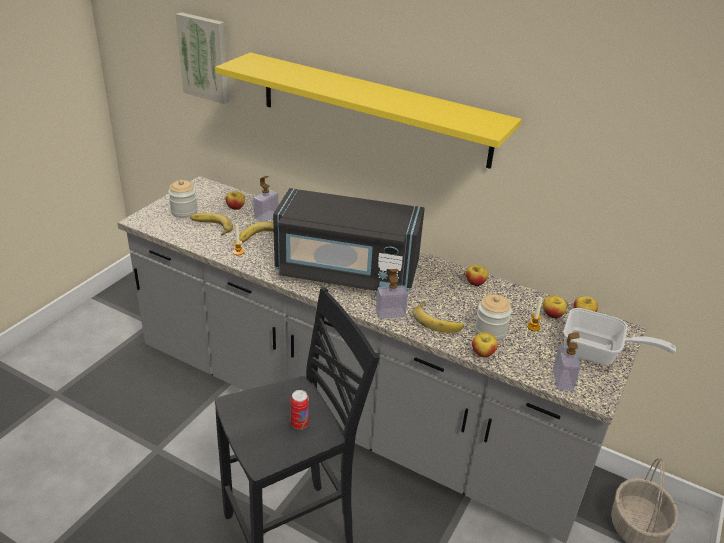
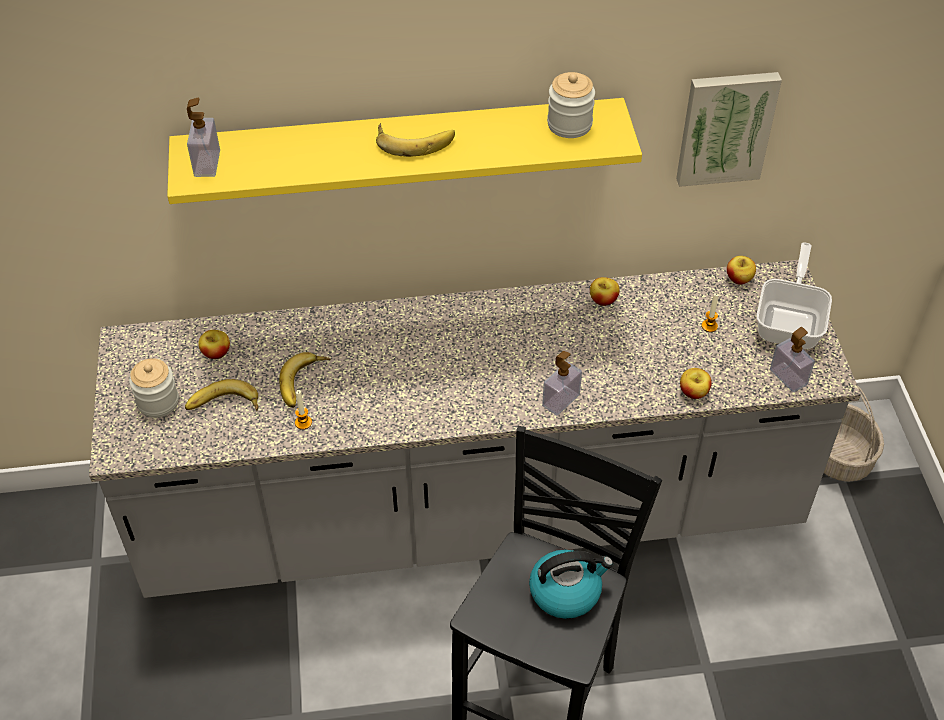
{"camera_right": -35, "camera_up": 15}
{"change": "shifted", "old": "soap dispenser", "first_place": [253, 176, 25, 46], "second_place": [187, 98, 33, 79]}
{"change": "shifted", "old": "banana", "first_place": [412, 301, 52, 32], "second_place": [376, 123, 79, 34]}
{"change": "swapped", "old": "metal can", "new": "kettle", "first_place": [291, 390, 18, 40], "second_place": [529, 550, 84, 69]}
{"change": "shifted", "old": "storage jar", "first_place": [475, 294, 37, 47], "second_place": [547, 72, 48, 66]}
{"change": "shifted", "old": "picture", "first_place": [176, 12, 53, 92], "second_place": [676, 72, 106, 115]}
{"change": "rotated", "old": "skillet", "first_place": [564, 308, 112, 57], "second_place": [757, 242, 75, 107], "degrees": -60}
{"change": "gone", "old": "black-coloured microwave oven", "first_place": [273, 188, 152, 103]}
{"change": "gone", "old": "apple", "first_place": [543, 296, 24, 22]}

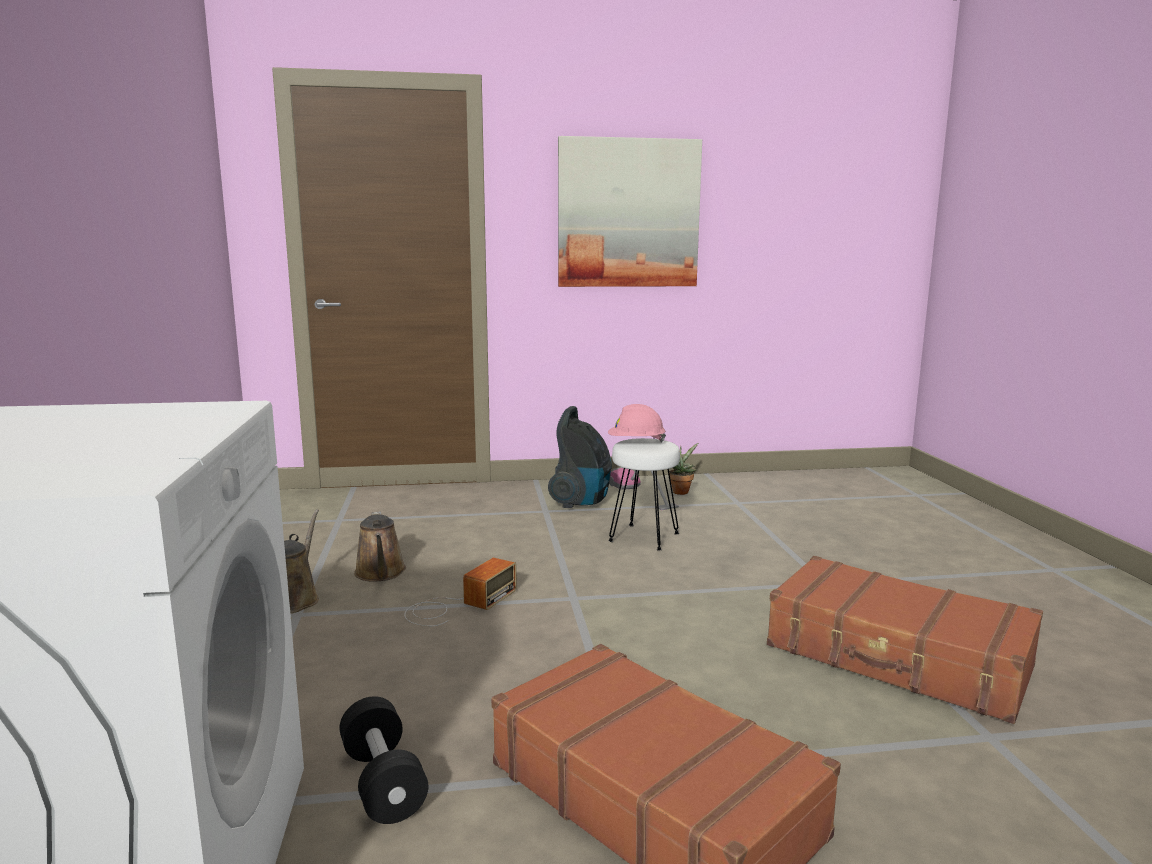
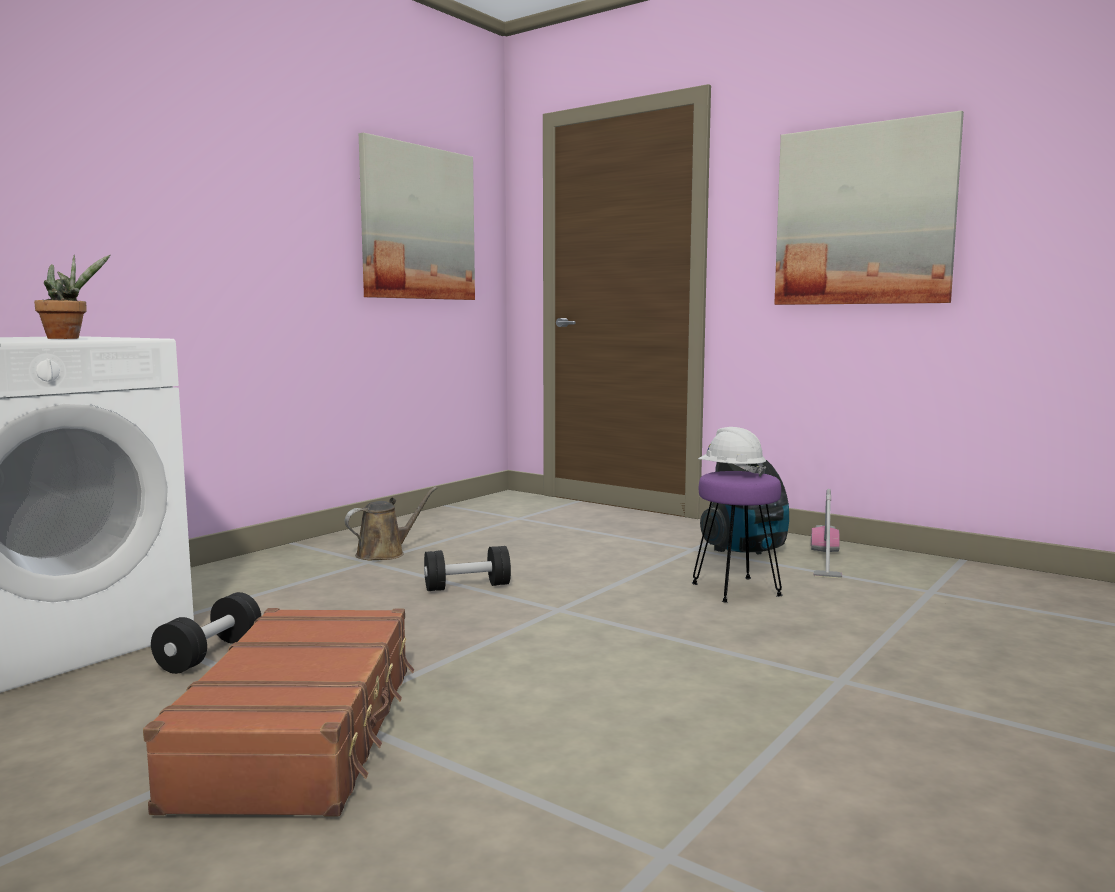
{"camera_right": 45, "camera_up": -5}
{"change": "shifted", "old": "potted plant", "first_place": [669, 443, 29, 52], "second_place": [34, 255, 76, 84]}
{"change": "new", "new": "picture", "second_place": [358, 133, 117, 167]}
{"change": "swapped", "old": "radio", "new": "black-coloured free weight", "first_place": [404, 558, 113, 68], "second_place": [424, 546, 87, 45]}
{"change": "repainted", "old": "white sitting stool", "new": "purple sitting stool", "first_place": [608, 438, 72, 113], "second_place": [692, 471, 91, 132]}
{"change": "repainted", "old": "pink work helmet", "new": "white work helmet", "first_place": [608, 404, 58, 38], "second_place": [698, 427, 69, 50]}
{"change": "gone", "old": "brown-coloured sprinkling can", "first_place": [354, 511, 52, 71]}
{"change": "gone", "old": "brown-coloured travel case", "first_place": [767, 556, 276, 168]}

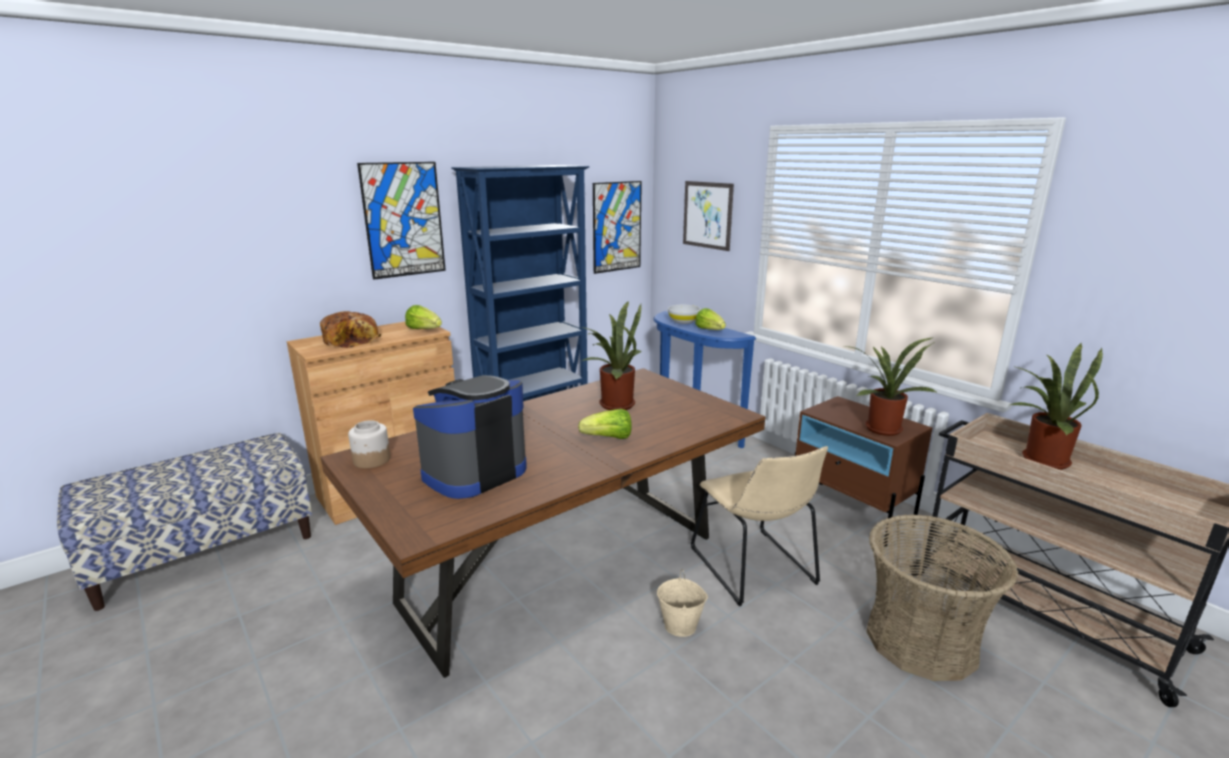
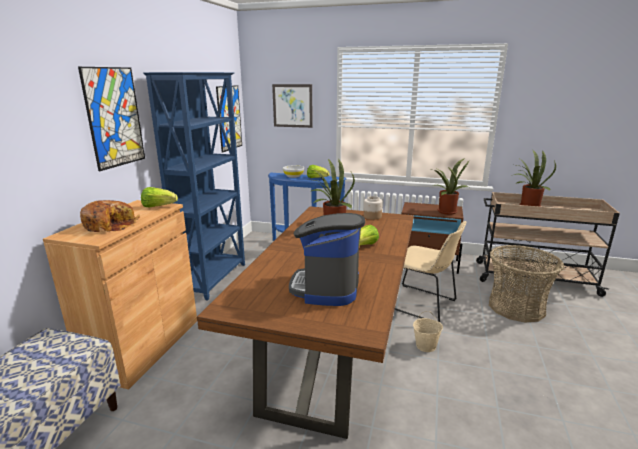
{"camera_right": -35, "camera_up": 0}
{"change": "shifted", "old": "storage jar", "first_place": [348, 420, 42, 48], "second_place": [364, 196, 19, 24]}

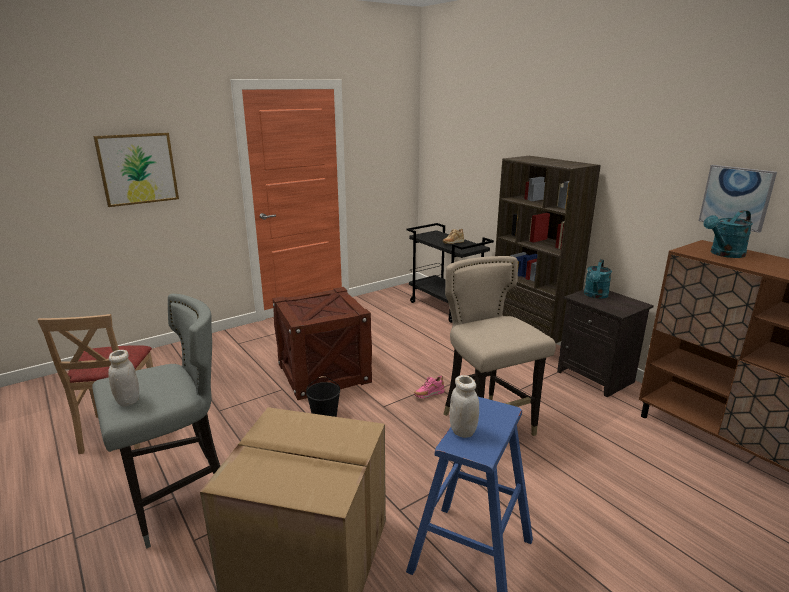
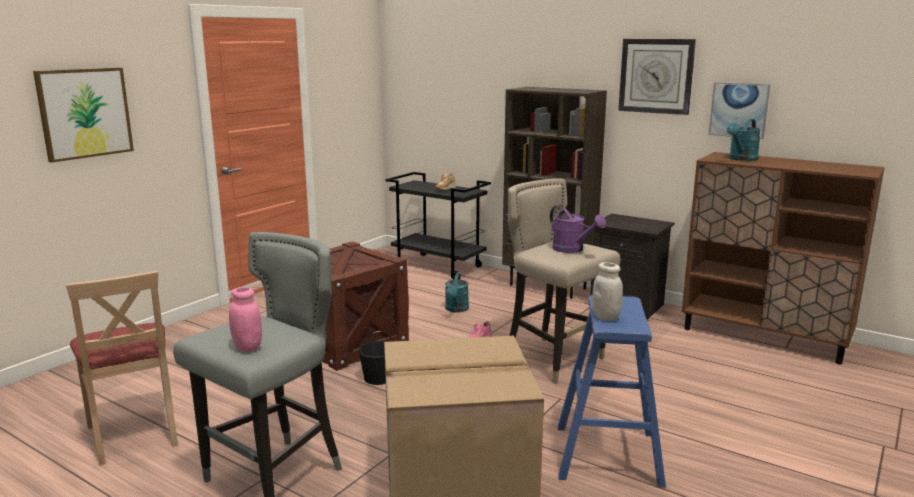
{"camera_right": -20, "camera_up": -5}
{"change": "repainted", "old": "white storage jar", "new": "pink storage jar", "first_place": [108, 350, 31, 56], "second_place": [229, 287, 33, 65]}
{"change": "shifted", "old": "turquoise-coloured sprinkling can", "first_place": [584, 259, 28, 40], "second_place": [445, 273, 24, 40]}
{"change": "new", "new": "purple sprinkling can", "second_place": [550, 205, 56, 48]}
{"change": "new", "new": "wall clock", "second_place": [618, 39, 78, 76]}

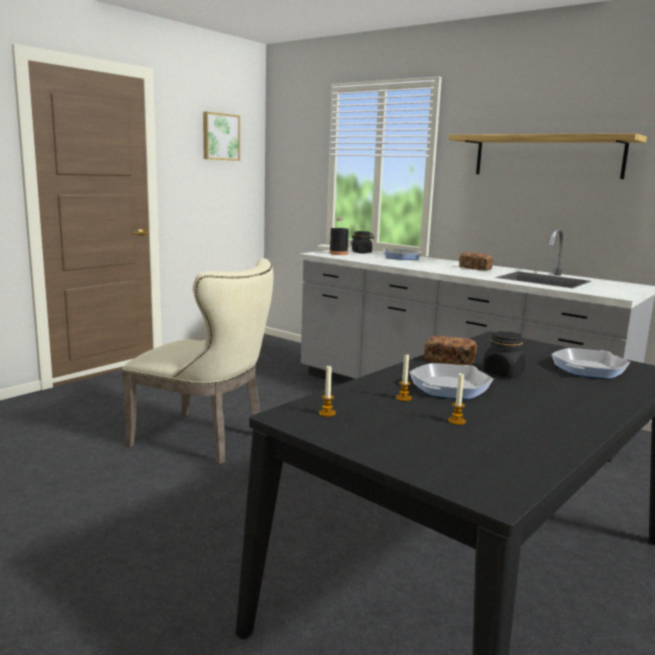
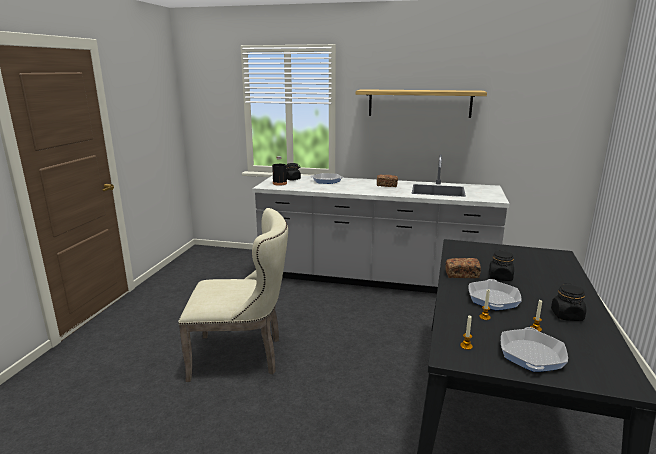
{"camera_right": -25, "camera_up": 5}
{"change": "shifted", "old": "skillet", "first_place": [551, 348, 79, 31], "second_place": [501, 327, 67, 45]}
{"change": "new", "new": "black-coloured storage jar", "second_place": [551, 283, 35, 38]}
{"change": "gone", "old": "picture", "first_place": [203, 112, 37, 49]}

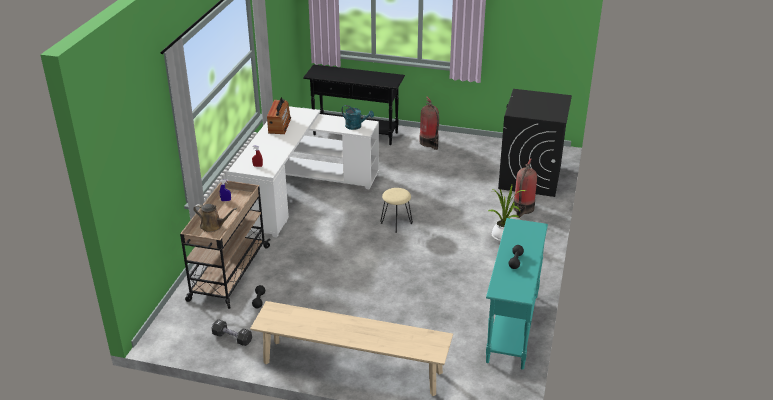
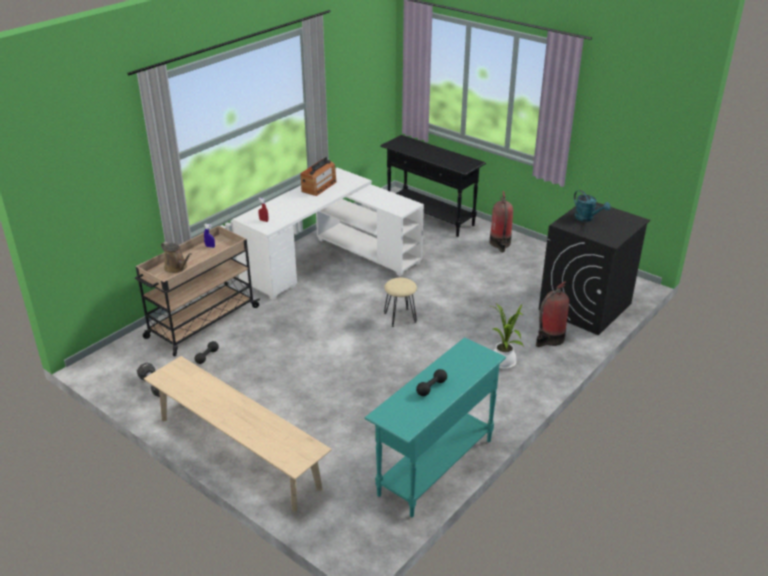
{"camera_right": 25, "camera_up": 0}
{"change": "shifted", "old": "turquoise-coloured sprinkling can", "first_place": [342, 105, 32, 25], "second_place": [574, 190, 37, 32]}

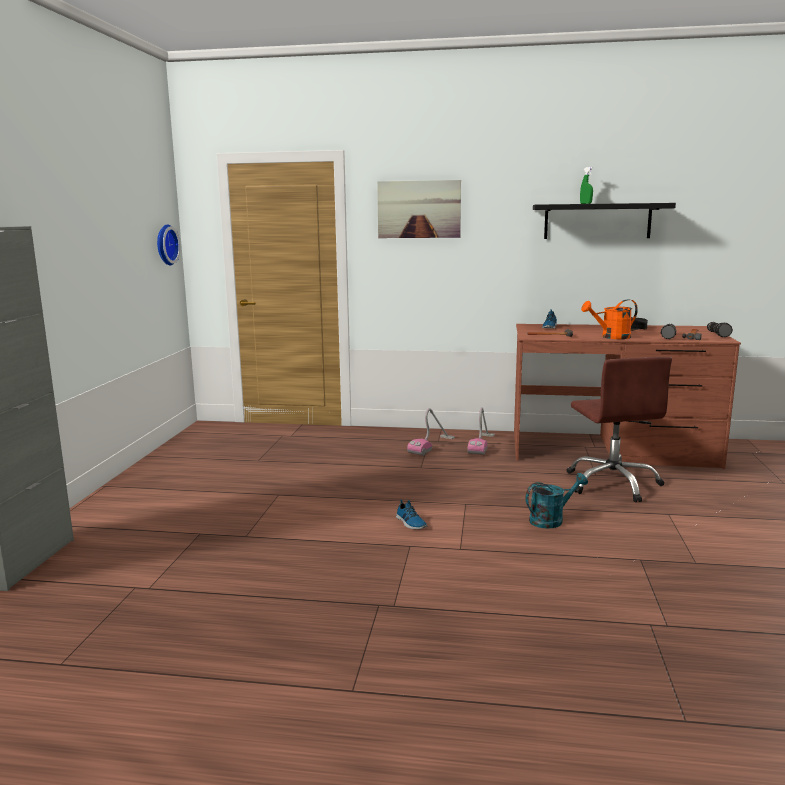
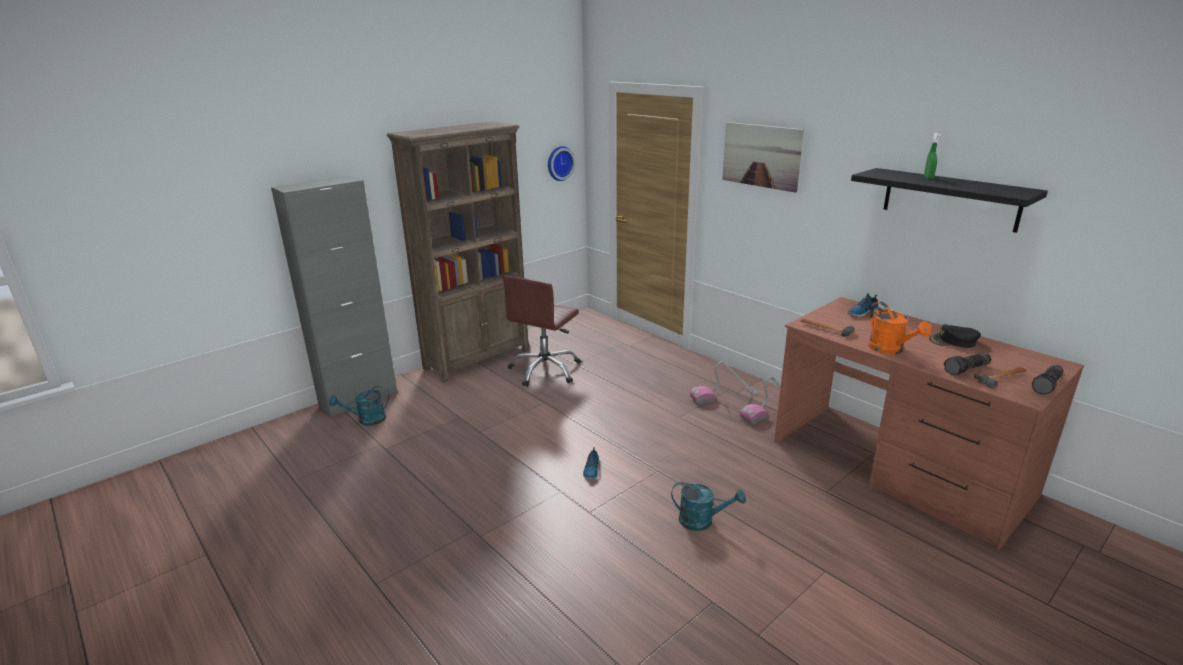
{"camera_right": 40, "camera_up": 10}
{"change": "new", "new": "turquoise-coloured sprinkling can", "second_place": [329, 385, 60, 41]}
{"change": "new", "new": "brown-coloured bookshelf", "second_place": [387, 121, 142, 262]}
{"change": "shifted", "old": "brown-coloured computer chair", "first_place": [567, 356, 105, 146], "second_place": [503, 275, 78, 112]}
{"change": "rotated", "old": "orangey sprinkling can", "first_place": [581, 299, 57, 40], "second_place": [868, 302, 63, 53], "degrees": -135}

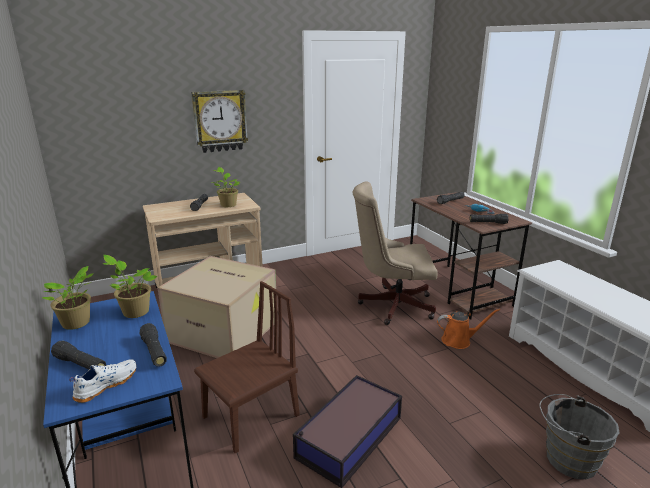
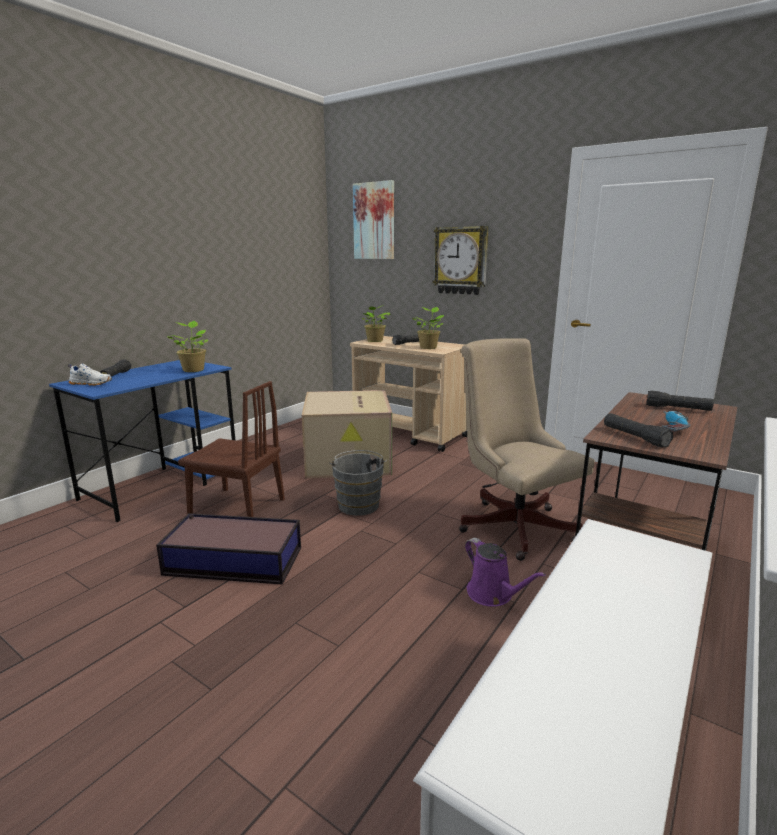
{"camera_right": 60, "camera_up": -5}
{"change": "shifted", "old": "gray water bucket", "first_place": [539, 394, 81, 85], "second_place": [330, 450, 57, 66]}
{"change": "new", "new": "picture", "second_place": [353, 180, 41, 79]}
{"change": "shifted", "old": "potted plant", "first_place": [42, 266, 52, 64], "second_place": [362, 305, 29, 37]}
{"change": "repainted", "old": "orangey sprinkling can", "new": "purple sprinkling can", "first_place": [437, 309, 63, 40], "second_place": [465, 538, 81, 69]}
{"change": "gone", "old": "black-coloured torch", "first_place": [139, 323, 28, 44]}

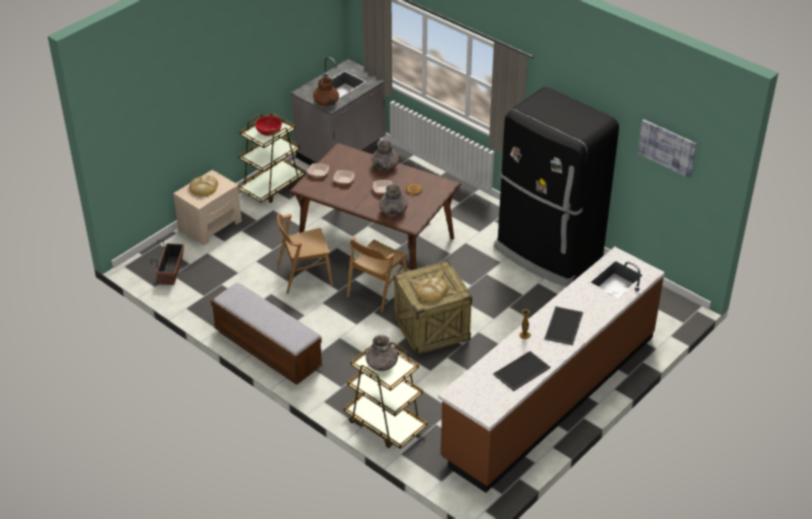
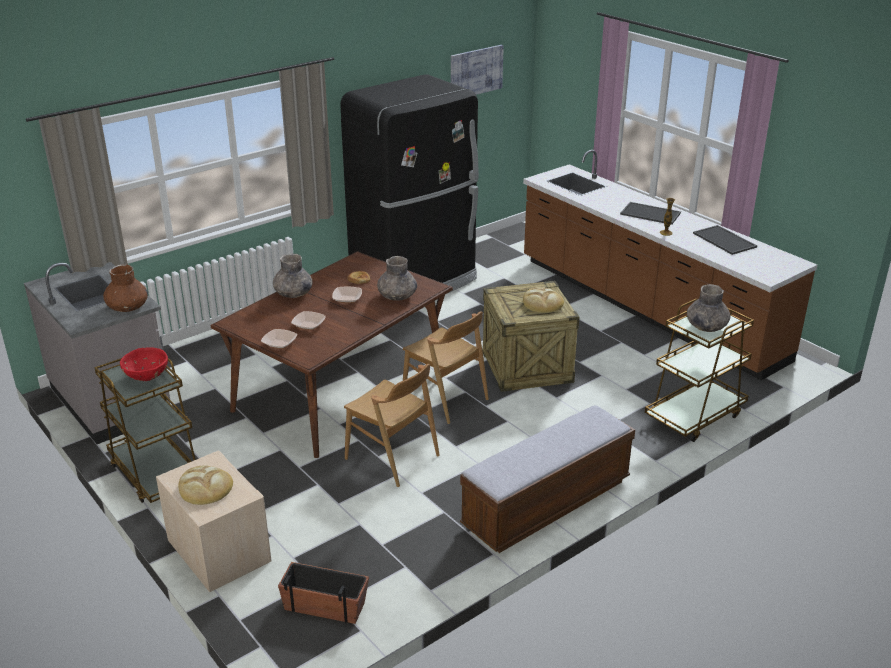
{"camera_right": -80, "camera_up": -10}
{"change": "rotated", "old": "brown-coloured upright chair", "first_place": [277, 214, 56, 80], "second_place": [344, 364, 96, 123], "degrees": -45}

